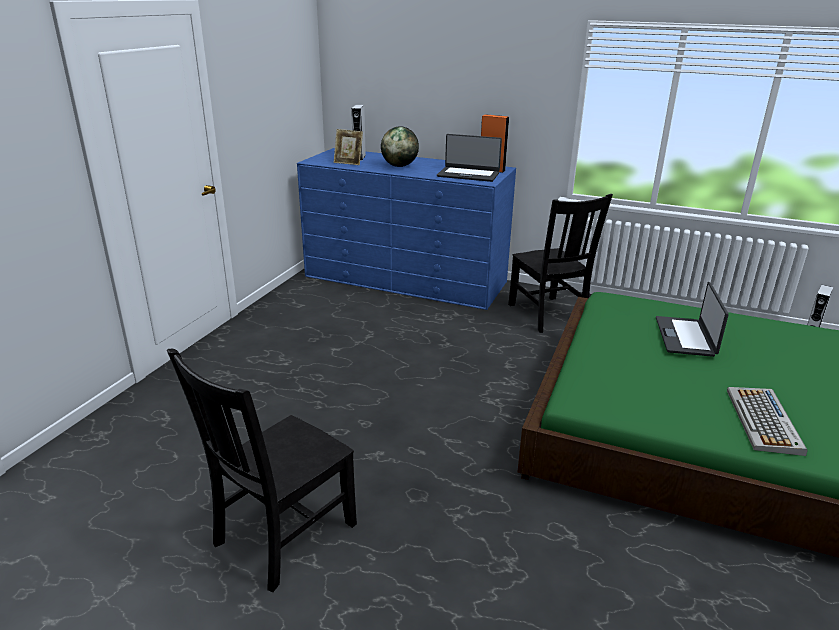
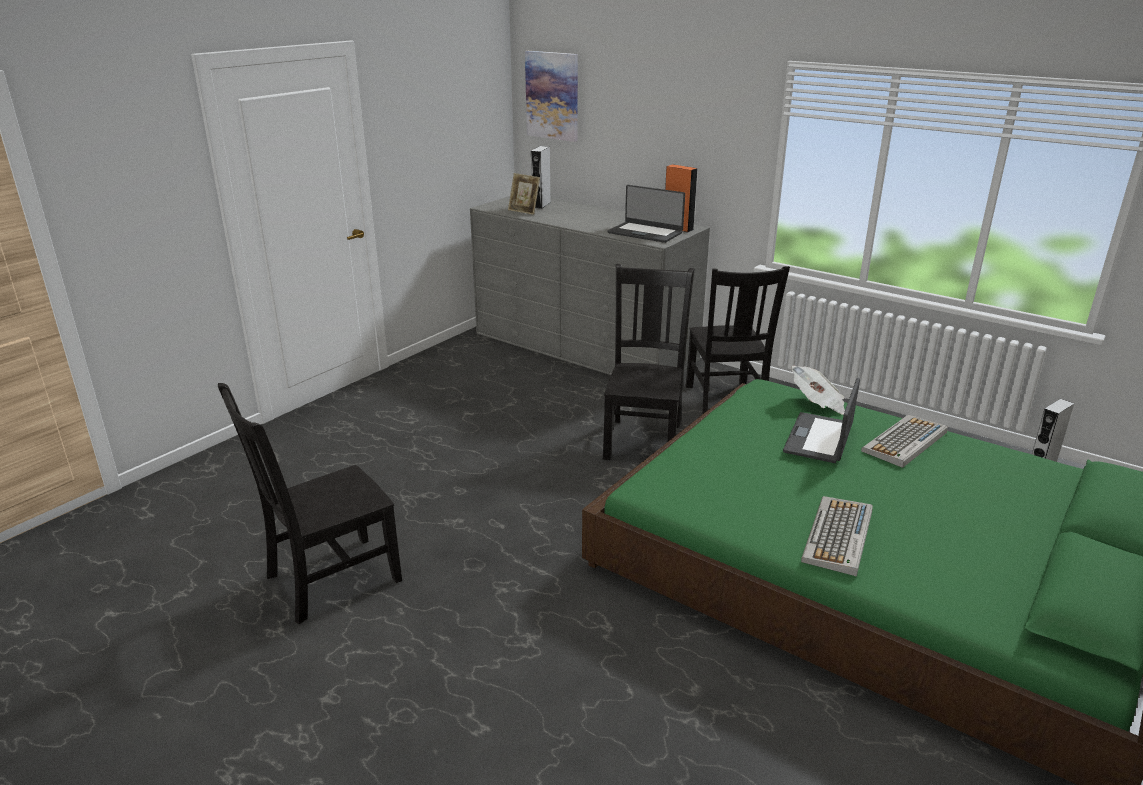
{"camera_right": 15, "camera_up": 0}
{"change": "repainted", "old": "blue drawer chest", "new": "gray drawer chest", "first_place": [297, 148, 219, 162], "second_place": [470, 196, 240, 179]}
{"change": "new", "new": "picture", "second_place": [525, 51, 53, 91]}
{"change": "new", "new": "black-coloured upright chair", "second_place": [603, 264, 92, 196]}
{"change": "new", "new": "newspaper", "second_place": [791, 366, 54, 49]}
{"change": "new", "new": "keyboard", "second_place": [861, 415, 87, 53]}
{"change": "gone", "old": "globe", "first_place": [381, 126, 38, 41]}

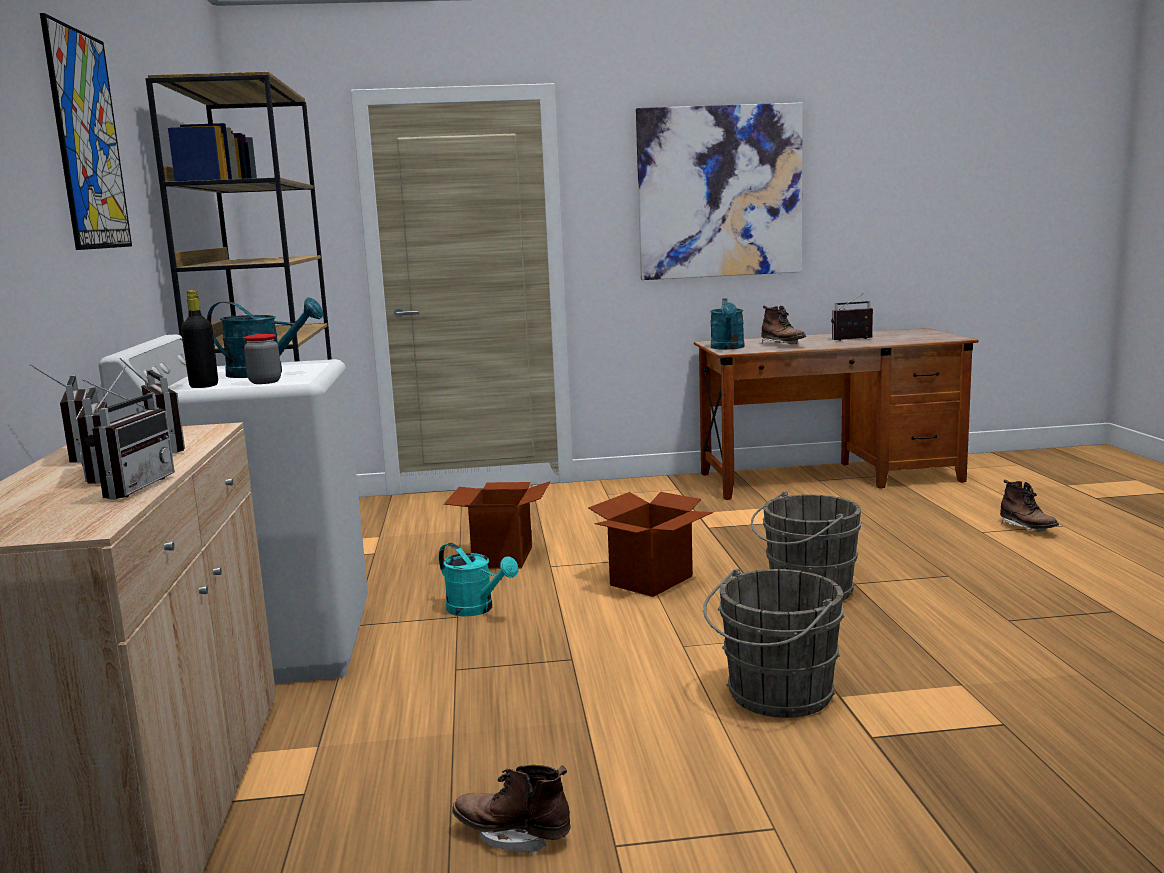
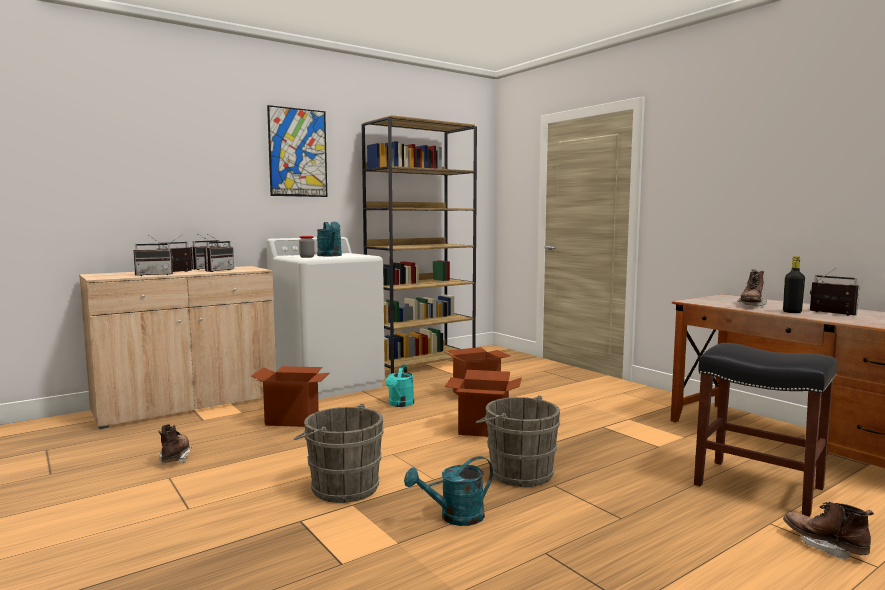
{"camera_right": 60, "camera_up": -5}
{"change": "new", "new": "packing box", "second_place": [251, 366, 79, 61]}
{"change": "shifted", "old": "turquoise-coloured sprinkling can", "first_place": [710, 298, 34, 52], "second_place": [404, 456, 89, 70]}
{"change": "new", "new": "black-coloured sitting stool", "second_place": [694, 343, 143, 174]}
{"change": "shifted", "old": "black-coloured drink bottle", "first_place": [181, 290, 37, 98], "second_place": [783, 256, 22, 57]}
{"change": "rotated", "old": "brown-coloured boot", "first_place": [1000, 480, 59, 52], "second_place": [783, 502, 91, 58], "degrees": 105}
{"change": "gone", "old": "picture", "first_place": [636, 103, 167, 177]}

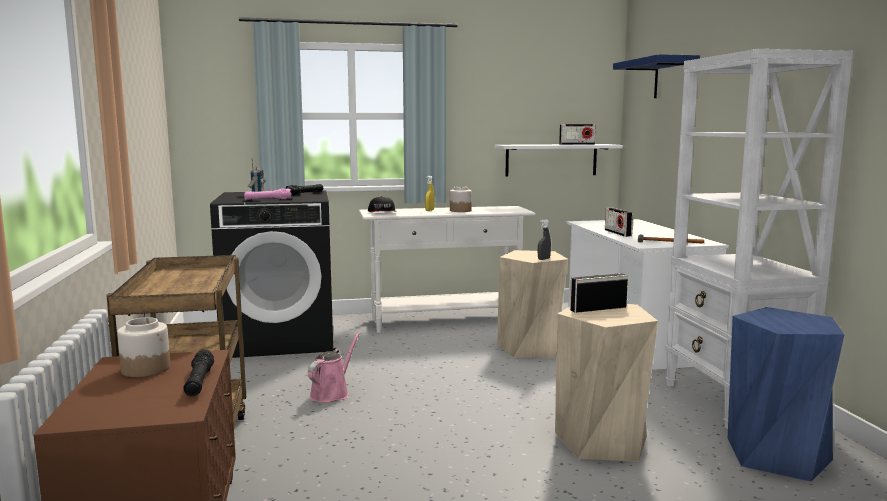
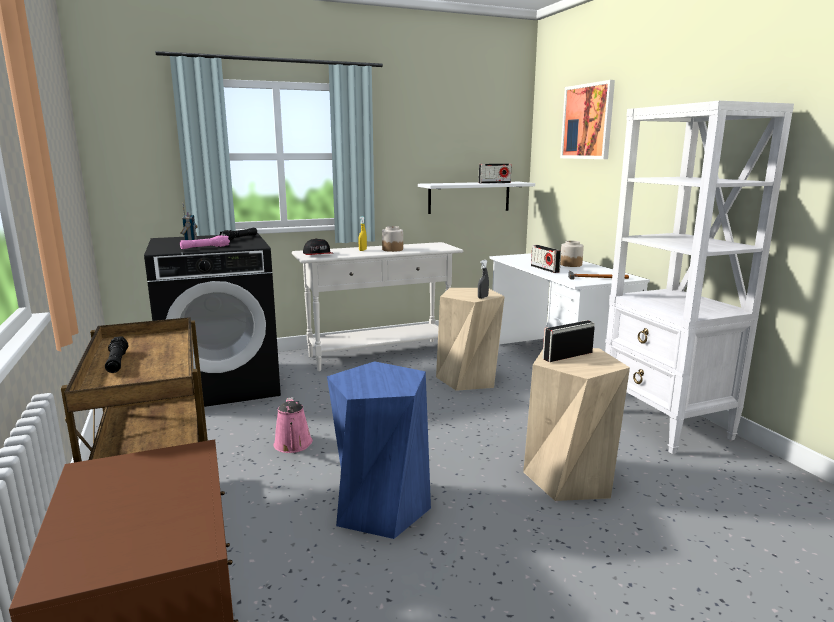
{"camera_right": -10, "camera_up": 5}
{"change": "shifted", "old": "black-coloured torch", "first_place": [183, 350, 31, 46], "second_place": [105, 336, 23, 37]}
{"change": "rotated", "old": "pink sprinkling can", "first_place": [308, 332, 53, 71], "second_place": [274, 397, 39, 56], "degrees": 150}
{"change": "shifted", "old": "blue sitting stool", "first_place": [727, 307, 117, 175], "second_place": [327, 361, 104, 178]}
{"change": "swapped", "old": "blue wall shelf", "new": "picture", "first_place": [613, 54, 87, 44], "second_place": [560, 80, 55, 79]}
{"change": "shifted", "old": "storage jar", "first_place": [117, 317, 53, 60], "second_place": [560, 241, 24, 26]}

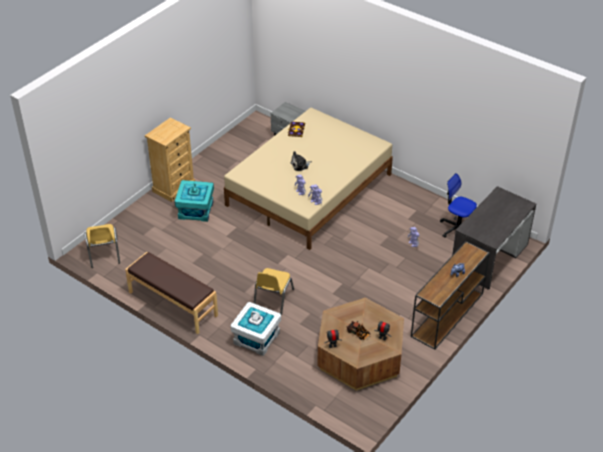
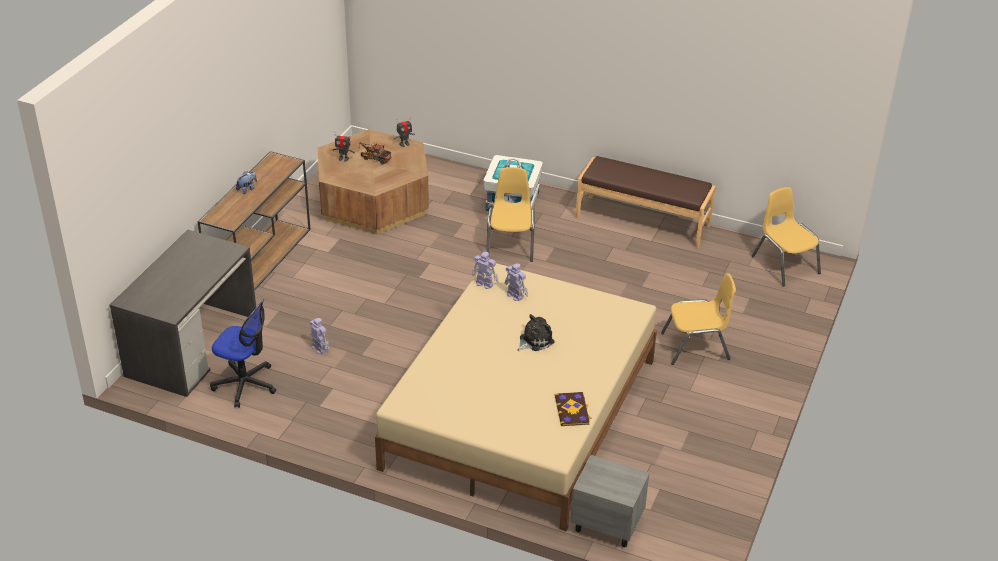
{"camera_right": 165, "camera_up": -5}
{"change": "swapped", "old": "turquoise-coloured storage box", "new": "yellow-coloured upright chair", "first_place": [175, 180, 39, 42], "second_place": [661, 273, 75, 92]}
{"change": "gone", "old": "sand-coloured drawer chest", "first_place": [145, 117, 50, 85]}

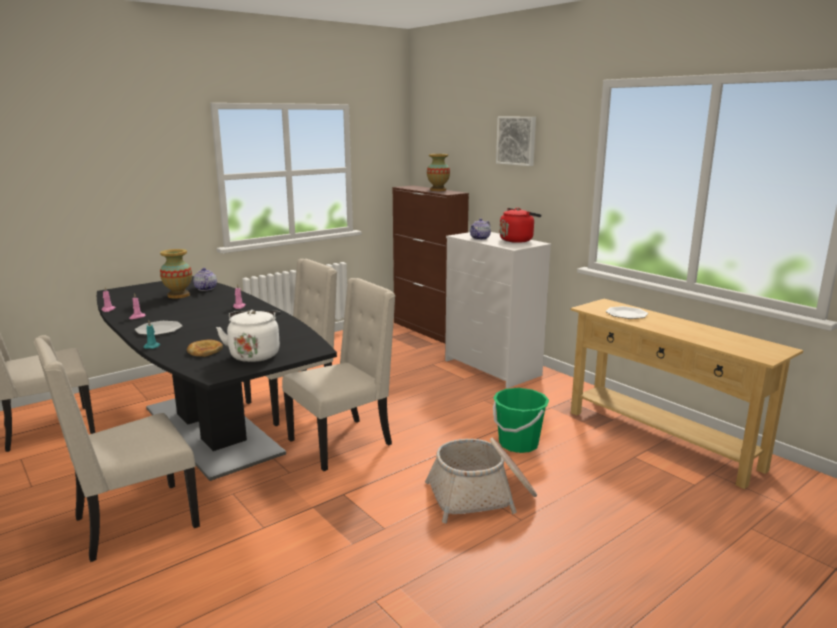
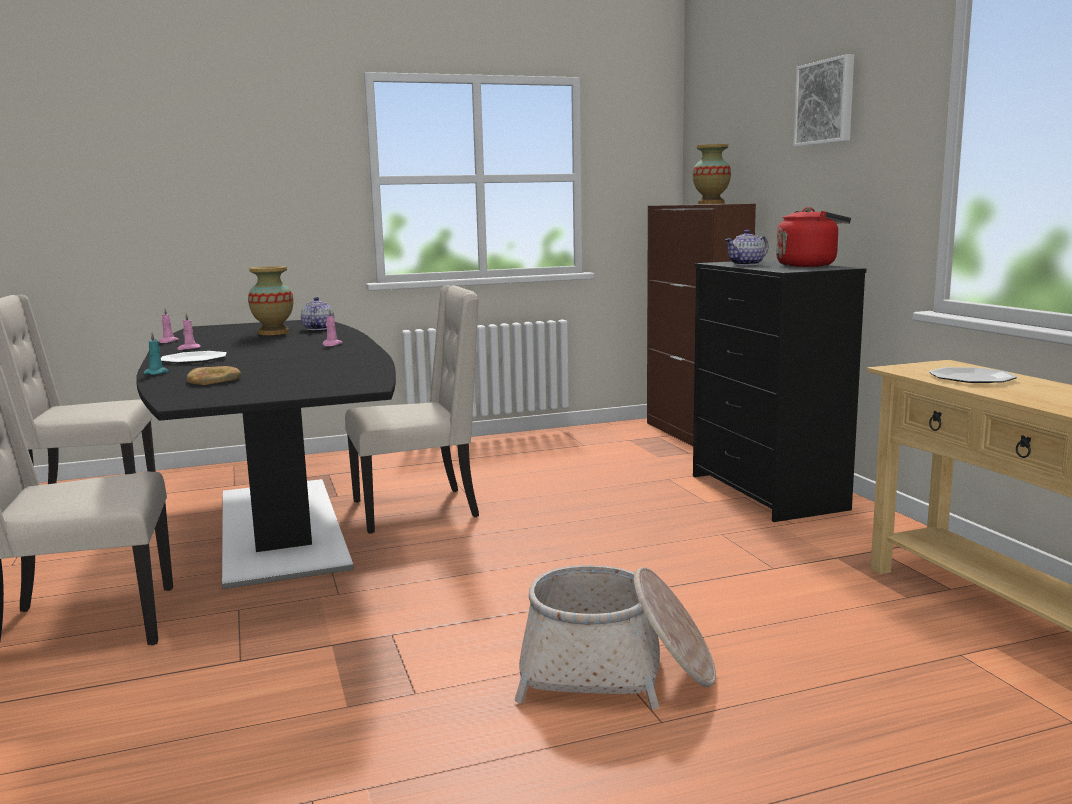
{"camera_right": 20, "camera_up": -5}
{"change": "repainted", "old": "white drawer chest", "new": "black-coloured drawer chest", "first_place": [445, 232, 106, 156], "second_place": [693, 260, 173, 262]}
{"change": "gone", "old": "white kettle", "first_place": [216, 310, 65, 52]}
{"change": "gone", "old": "sand-coloured upright chair", "first_place": [282, 278, 114, 193]}
{"change": "gone", "old": "green water bucket", "first_place": [493, 388, 56, 65]}

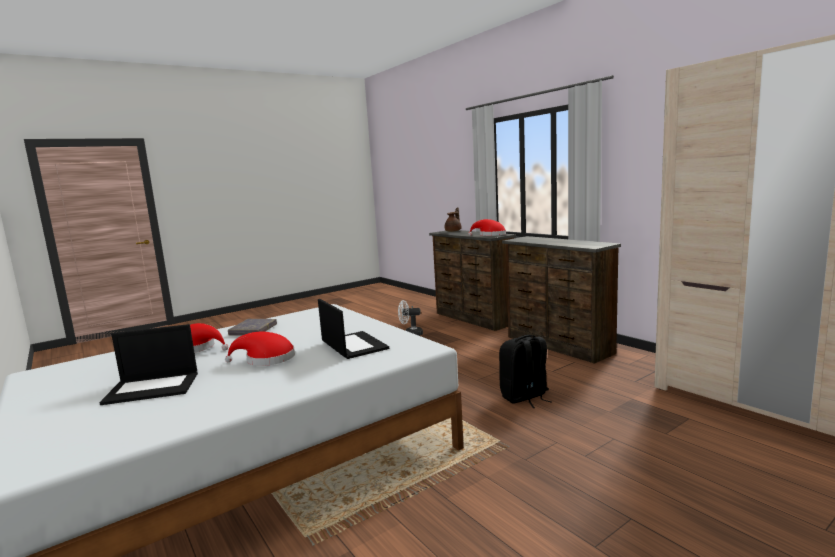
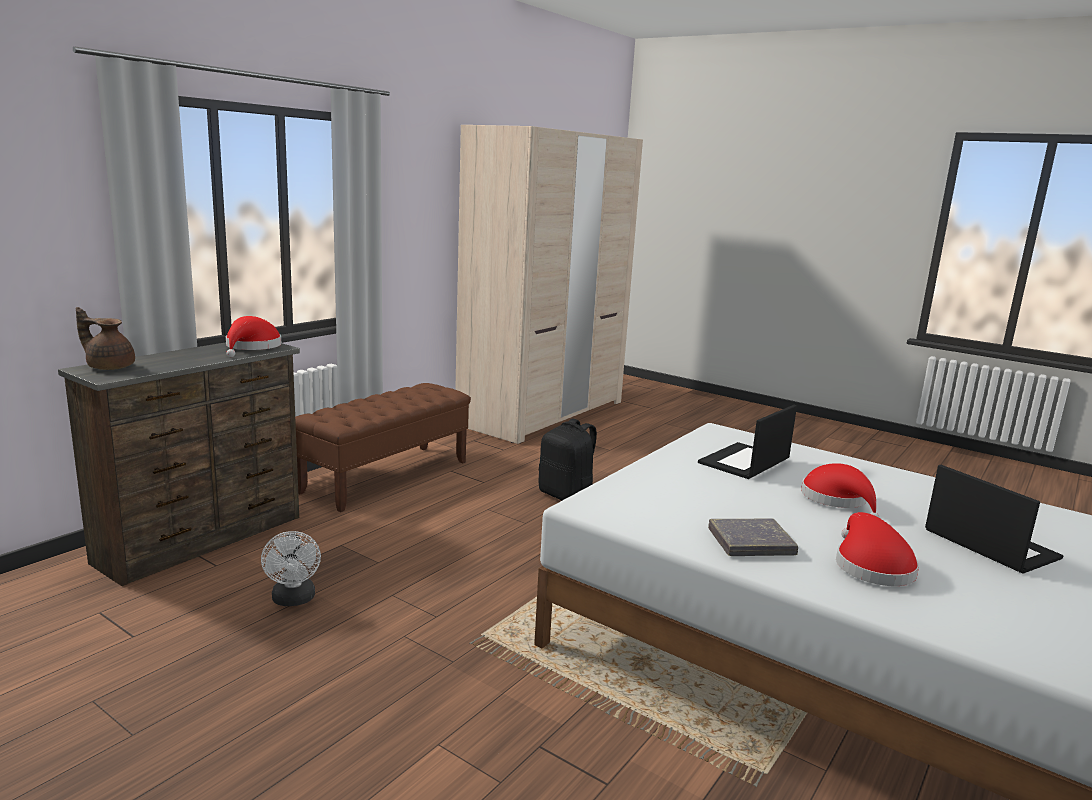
{"camera_right": -110, "camera_up": 5}
{"change": "swapped", "old": "brown-coloured drawer chest", "new": "brown-coloured indoor bench", "first_place": [502, 236, 119, 128], "second_place": [295, 383, 176, 129]}

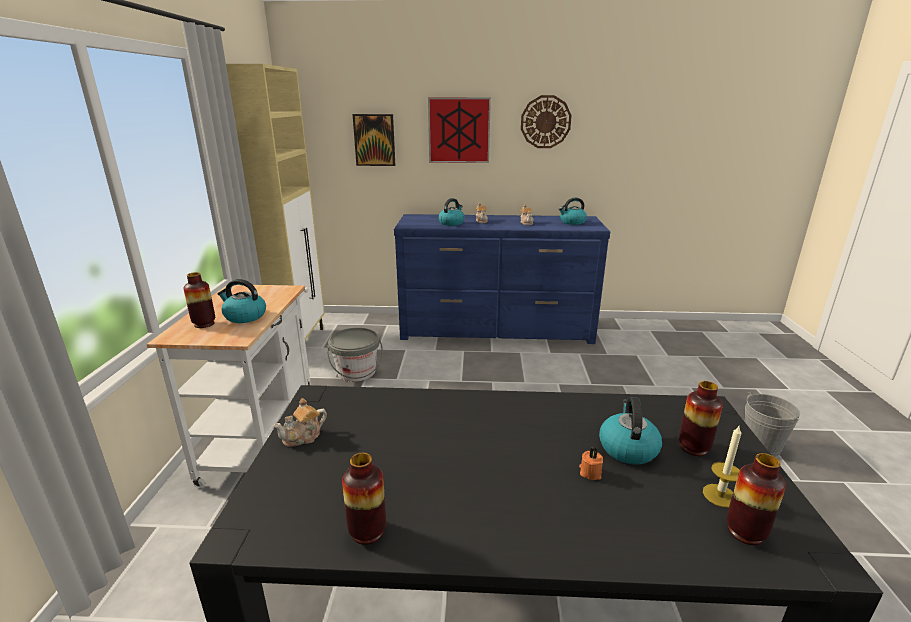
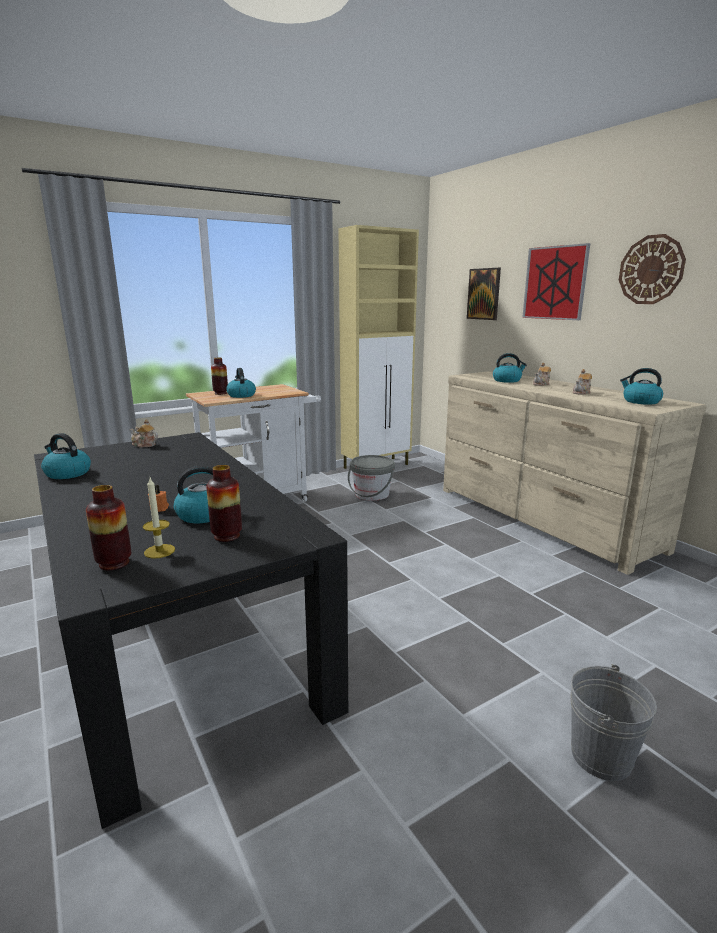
{"camera_right": 55, "camera_up": -5}
{"change": "swapped", "old": "decorative vase", "new": "kettle", "first_place": [342, 453, 44, 92], "second_place": [41, 433, 50, 46]}
{"change": "repainted", "old": "blue drawer chest", "new": "sand-coloured drawer chest", "first_place": [394, 214, 216, 130], "second_place": [443, 371, 263, 204]}

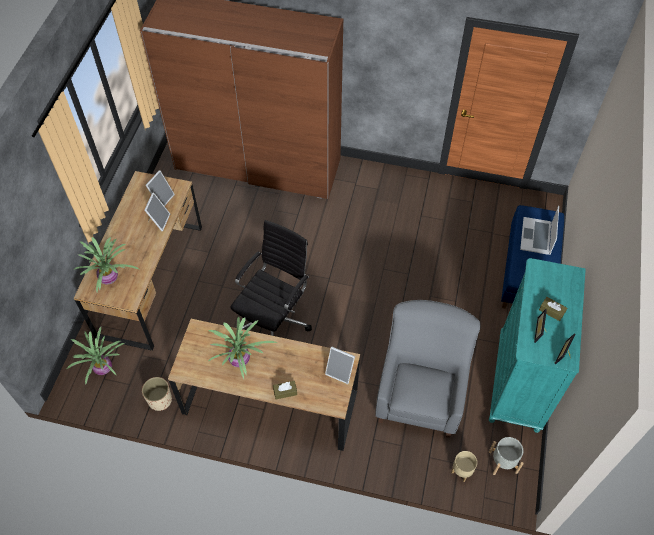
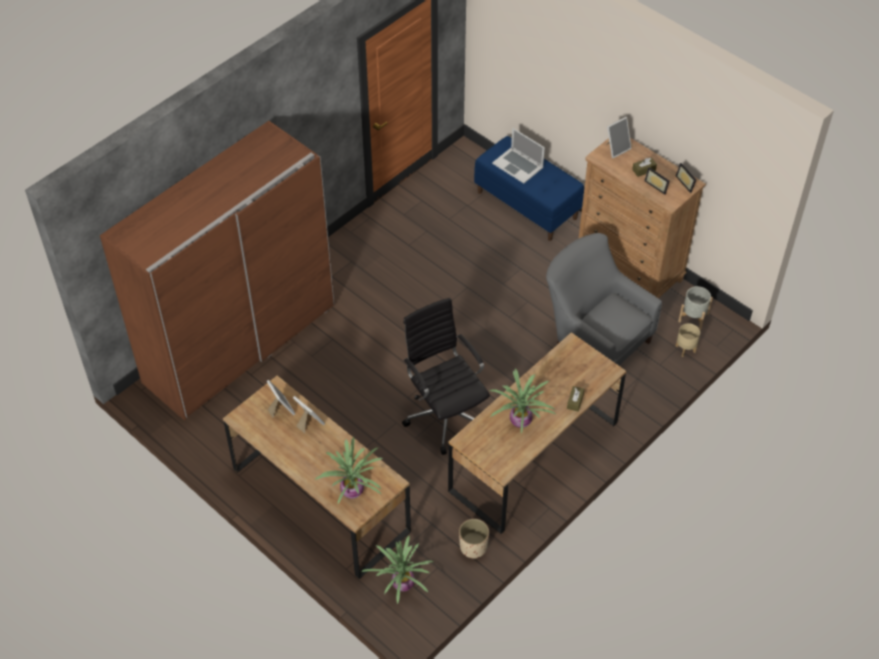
{"camera_right": -60, "camera_up": -5}
{"change": "repainted", "old": "turquoise-coloured drawer chest", "new": "brown-coloured drawer chest", "first_place": [489, 258, 97, 175], "second_place": [579, 138, 127, 160]}
{"change": "shifted", "old": "standing frame", "first_place": [325, 347, 30, 37], "second_place": [606, 117, 26, 41]}

